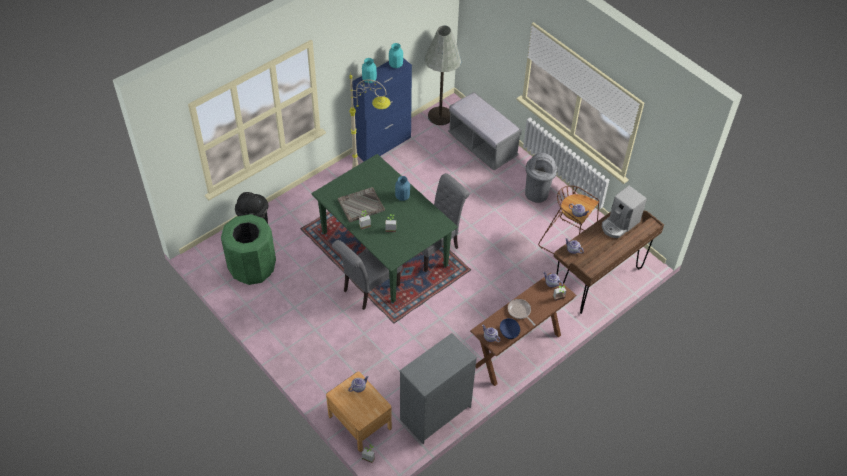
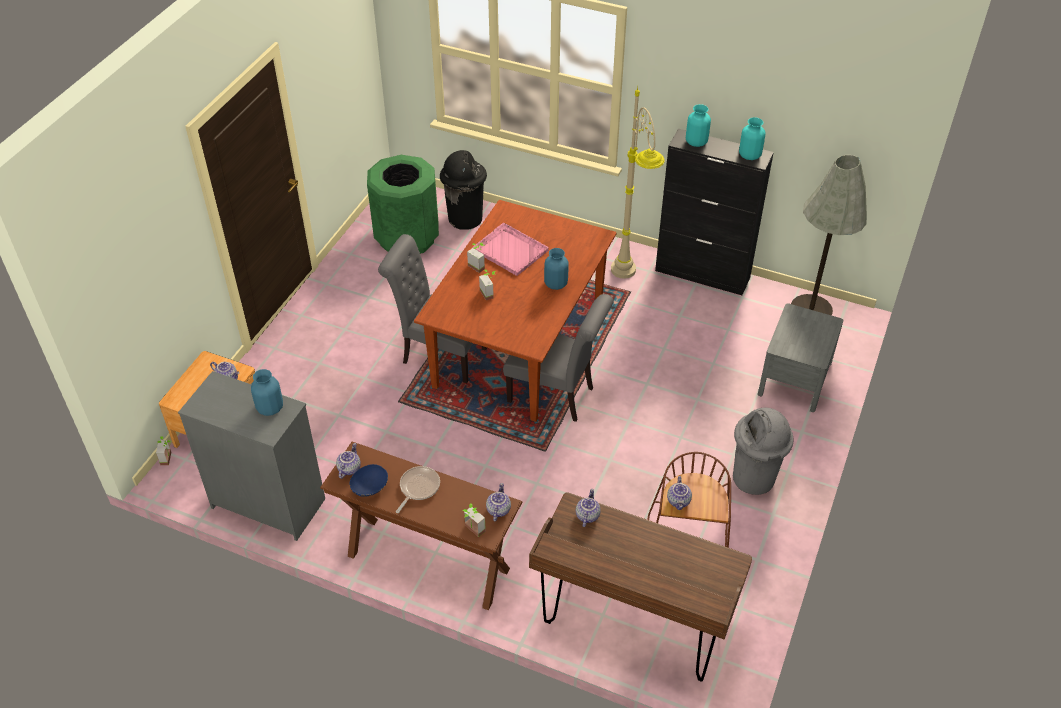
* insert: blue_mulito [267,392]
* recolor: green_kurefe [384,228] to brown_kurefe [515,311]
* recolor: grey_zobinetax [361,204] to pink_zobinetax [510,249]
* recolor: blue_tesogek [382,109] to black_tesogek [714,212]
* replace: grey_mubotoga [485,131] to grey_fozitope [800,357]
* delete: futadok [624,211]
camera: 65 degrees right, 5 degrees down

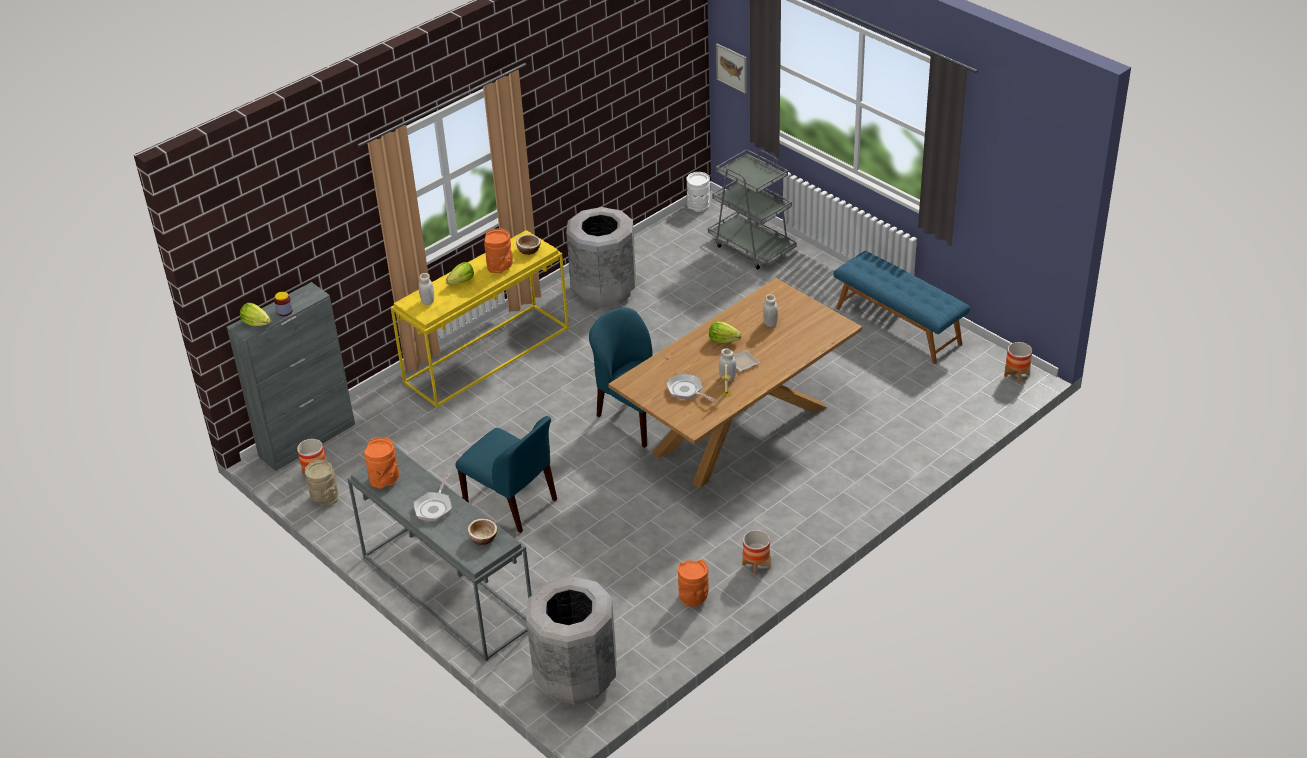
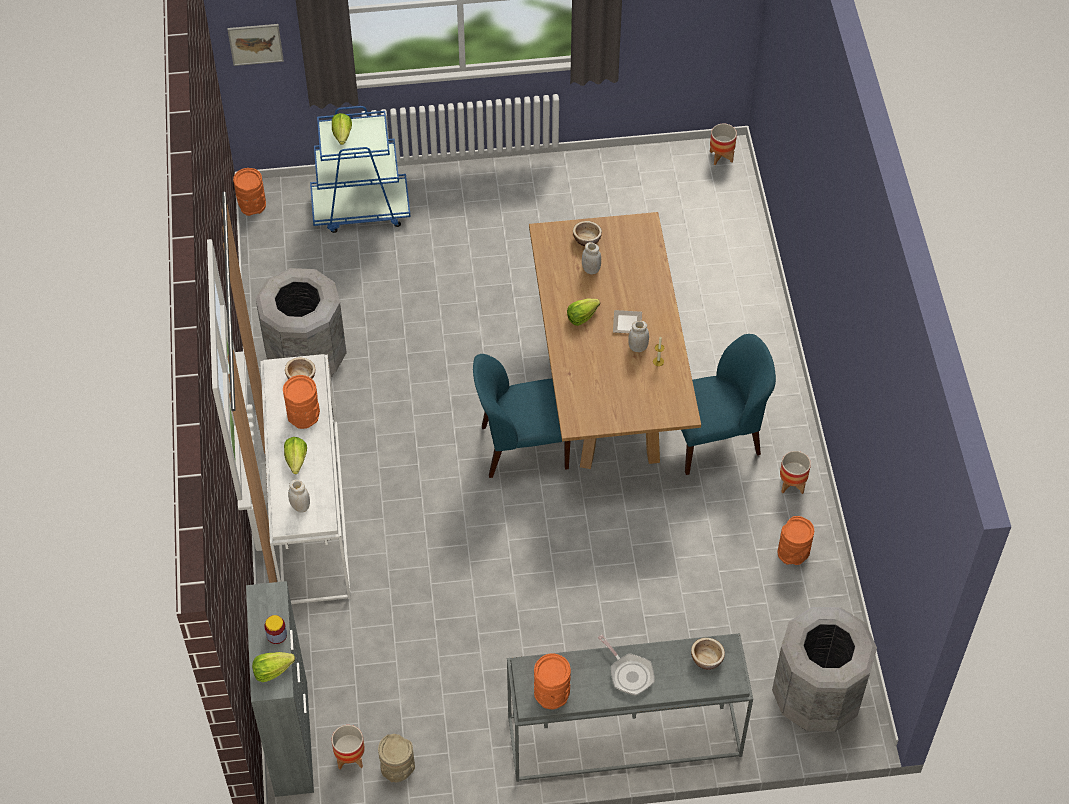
* recolor: white_mulito [698,192] to orange_mulito [249,192]
* recolor: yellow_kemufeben [479,319] to white_kemufeben [305,479]
* recolor: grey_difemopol [752,209] to blue_difemopol [360,169]
* insert: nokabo [342,129]
* insert: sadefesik [587,233]
* move: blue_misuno [506,474] to [728,404]
* delete: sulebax [691,388]
* delete: blue_mubotoga [901,307]
camera: 55 degrees left, 15 degrees up

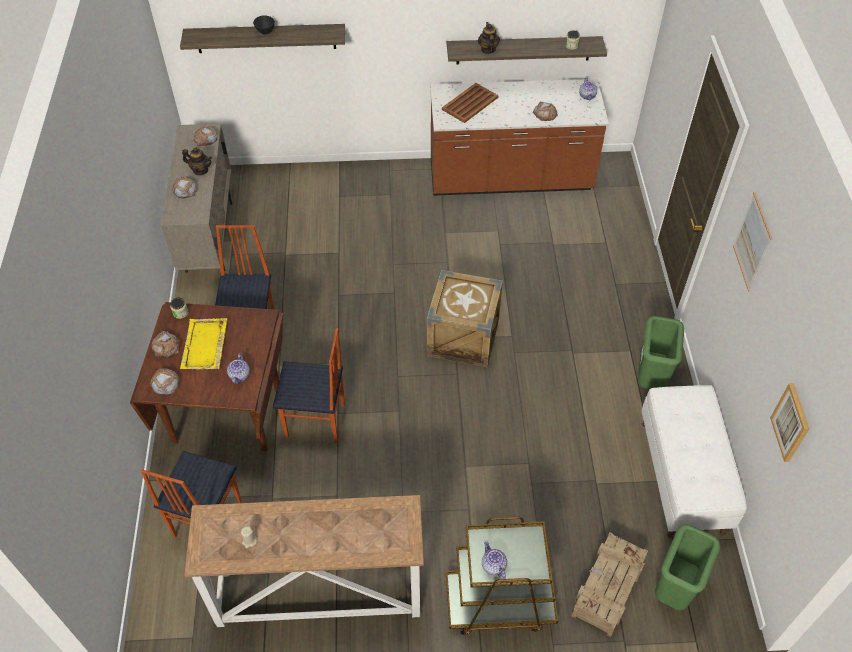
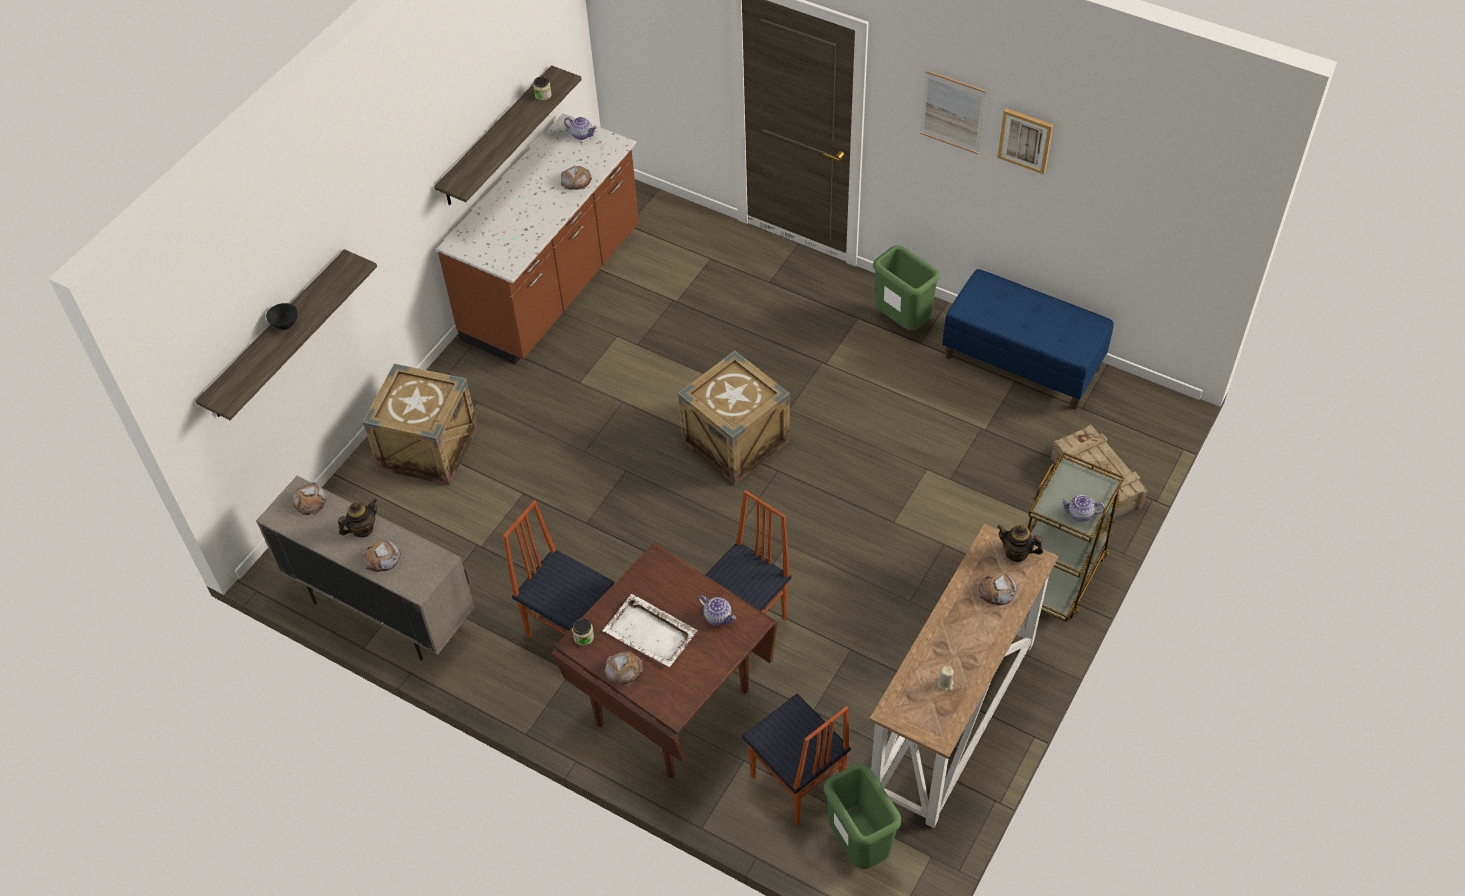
* insert: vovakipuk [420,424]
* recolor: yellow_zobinetax [203,343] to white_zobinetax [650,630]
* move: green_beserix [687,567] to [863,816]
* recolor: white_mubotoga [694,461] to blue_mubotoga [1028,339]
* move: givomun [164,381] to [998,588]
* move: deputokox [790,422] to [1025,141]
* move: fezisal [489,38] to [1020,543]
* delete: brown_zobinetax [470,103]
camera: 55 degrees left, 0 degrees up

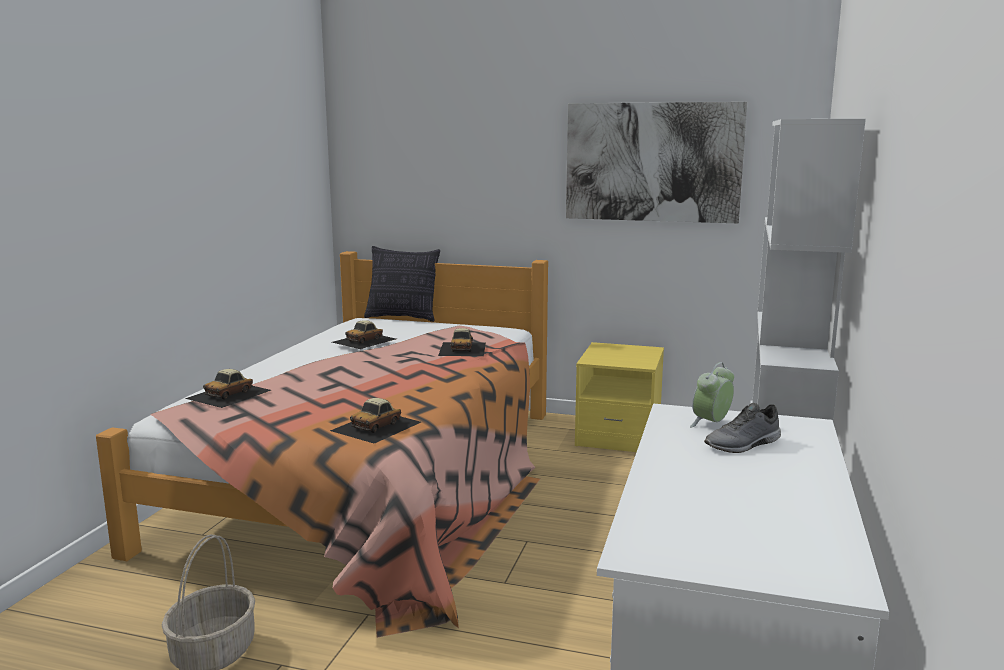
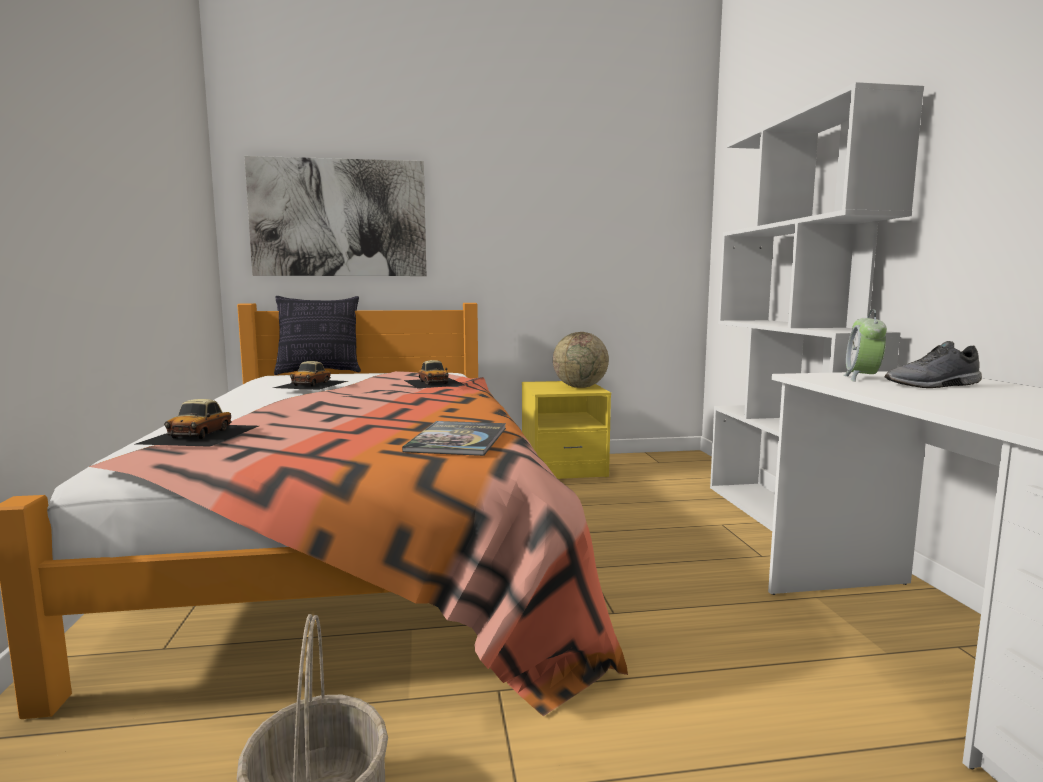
* move: deputokox [656,162] to [335,216]
* replace: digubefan [375,421] to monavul [454,438]
* insert: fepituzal [581,360]
* rotate: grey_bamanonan [742,428] = [933,364] 45 degrees clockwise
camera: 25 degrees left, 5 degrees down

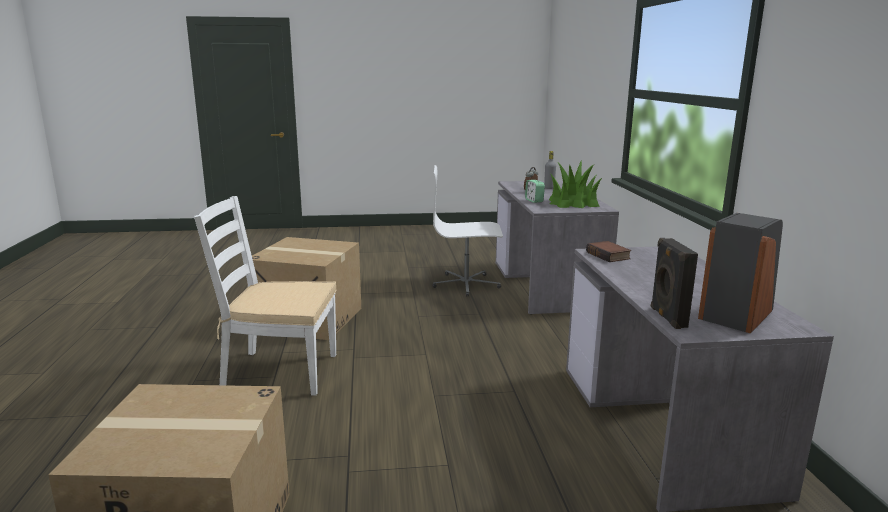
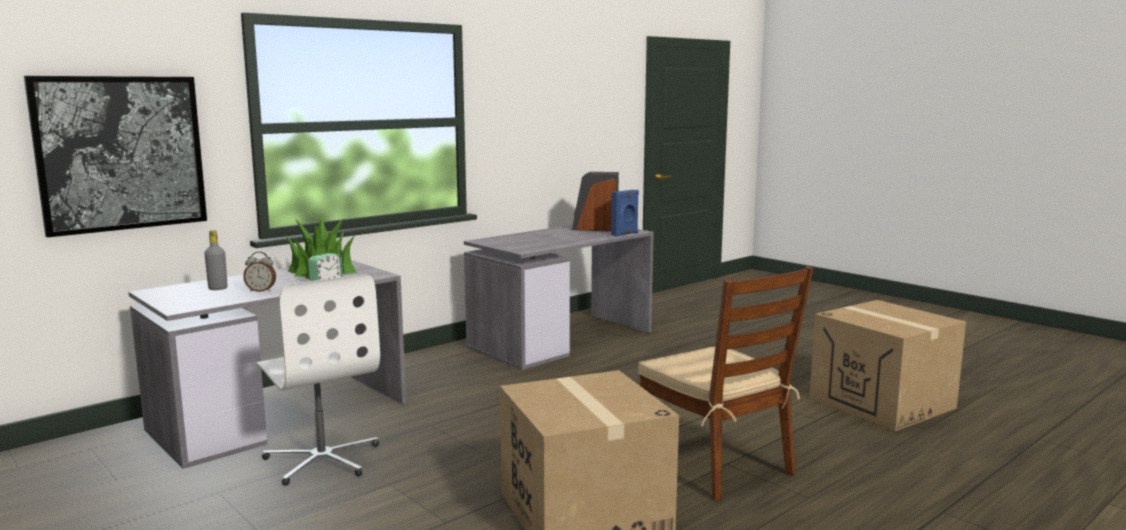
* insert: deputokox [115,157]
* recolor: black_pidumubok [674,283] to blue_pidumubok [625,213]
* recolor: white_misuno [265,296] to brown_misuno [725,383]
* delete: monavul [608,251]
camera: 125 degrees left, 5 degrees down

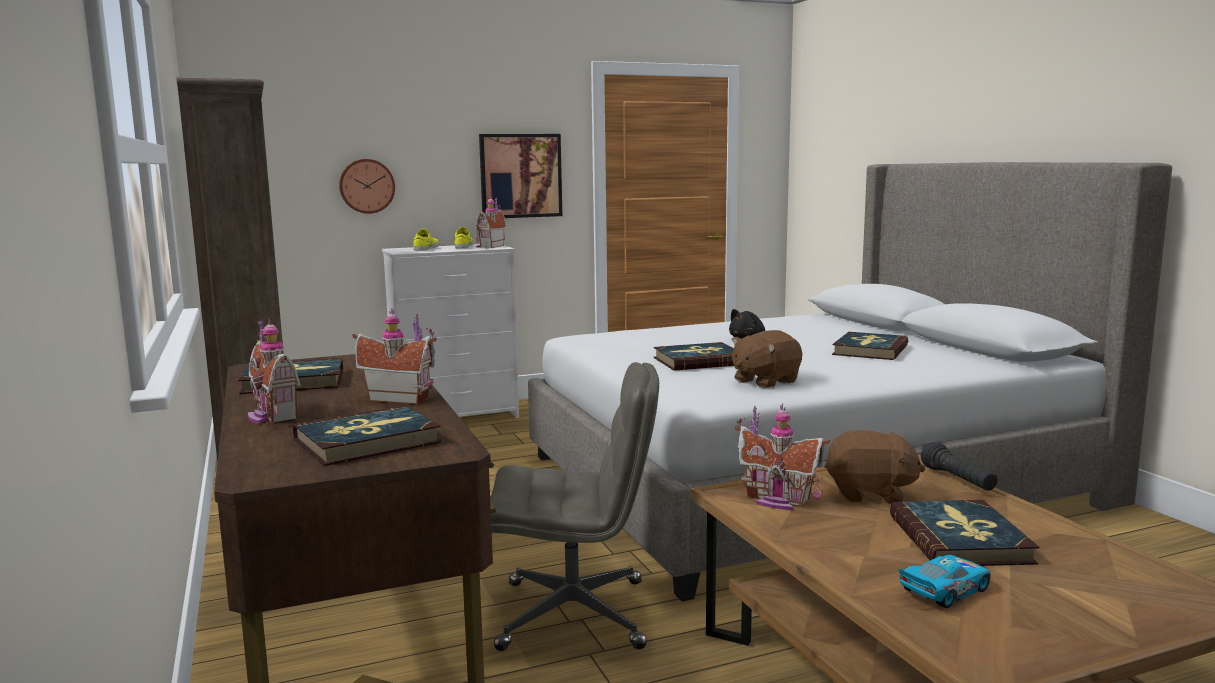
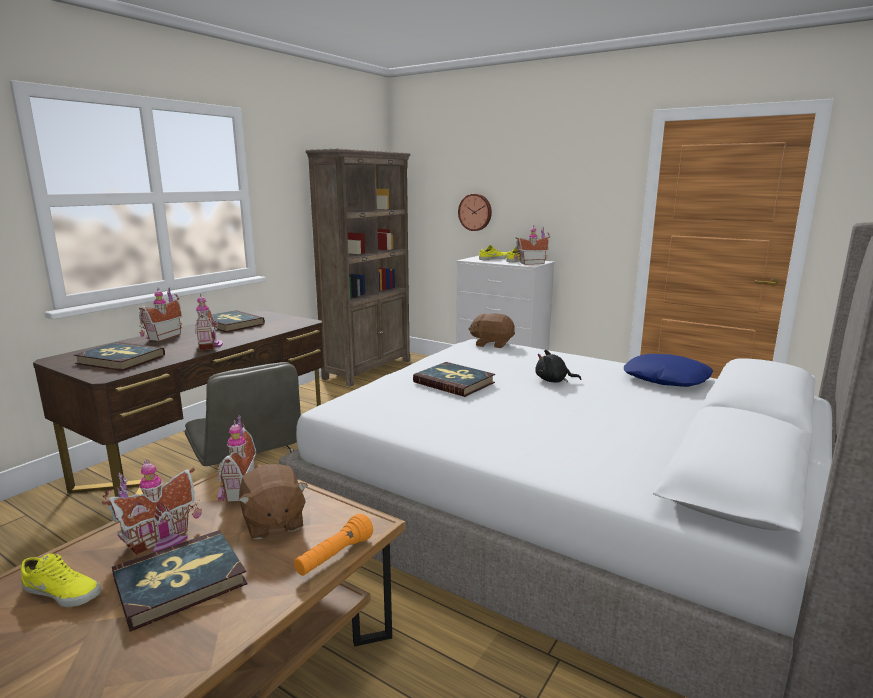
* replace: digubefan [945,581] to yellow_bamanonan [61,580]
* insert: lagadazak [152,507]
* recolor: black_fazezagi [959,466] to orange_fazezagi [333,545]
* move: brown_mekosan [766,359] to [491,330]
* insert: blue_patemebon [668,370]
* delete: deputokox [520,176]
* delete: monavul [870,346]
camera: 55 degrees right, 5 degrees up

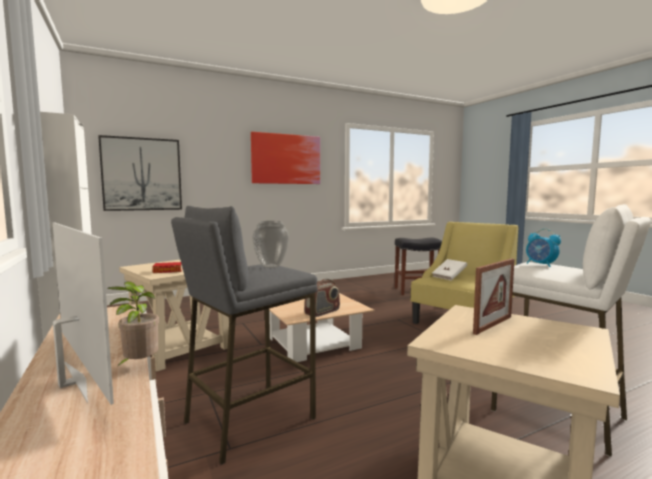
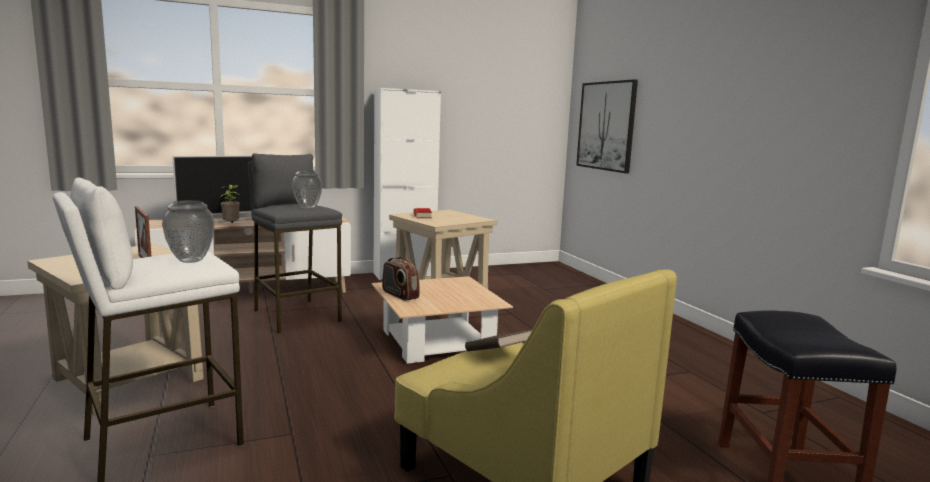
* replace: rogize [543,248] to mulito [188,231]
* recolor: white_monavul [449,270] to brown_monavul [499,340]
* delete: deputokox [285,158]
camera: 95 degrees right, 5 degrees up

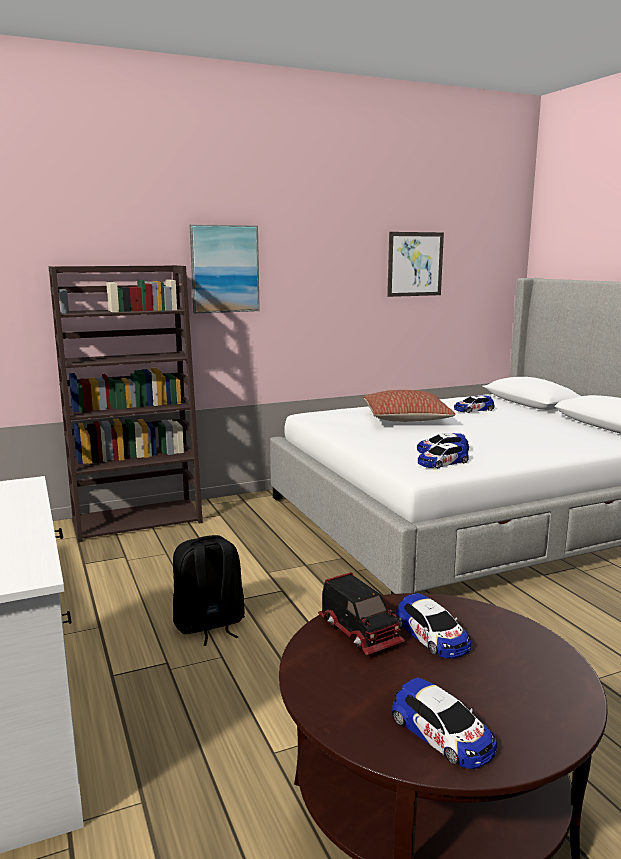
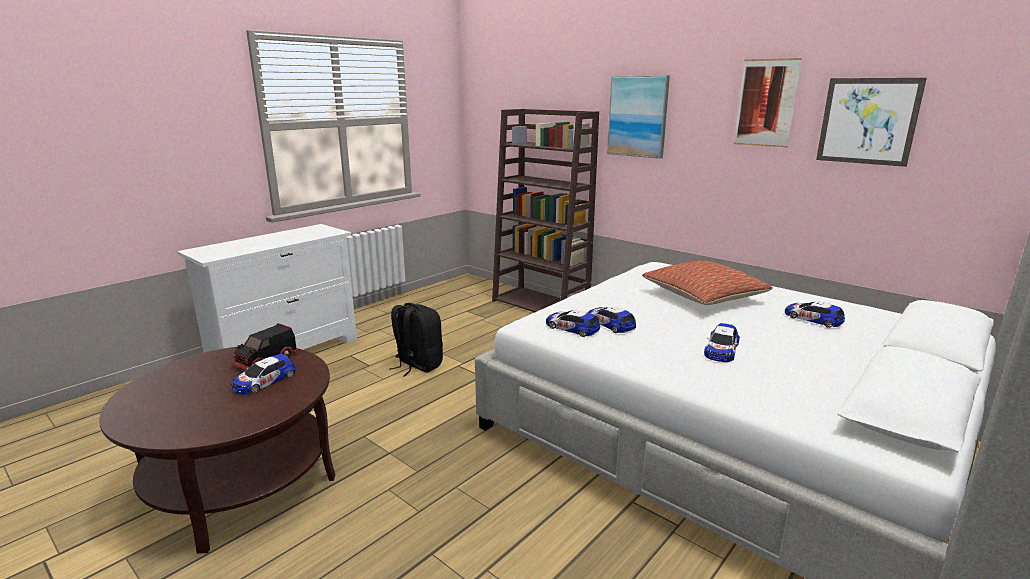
* move: digubefan [444,723] to [722,342]
* insert: deputokox [768,103]
camera: 65 degrees right, 5 degrees up

